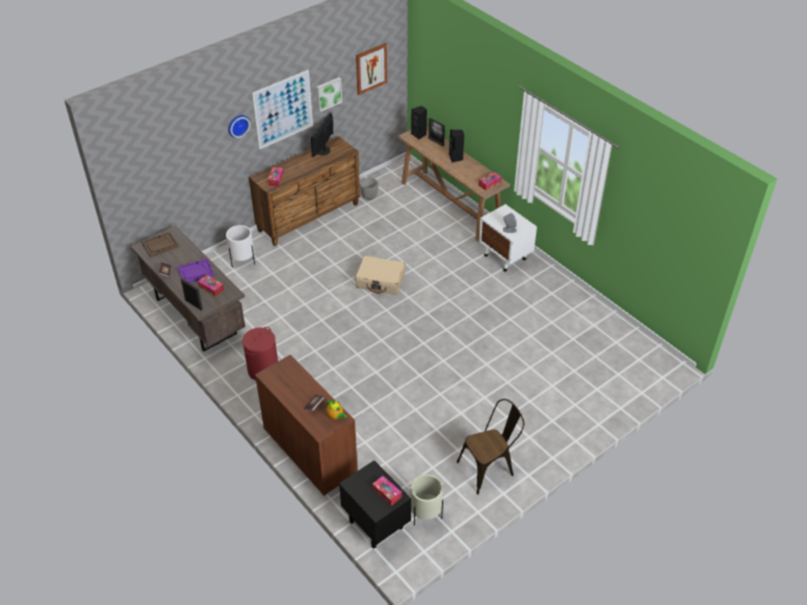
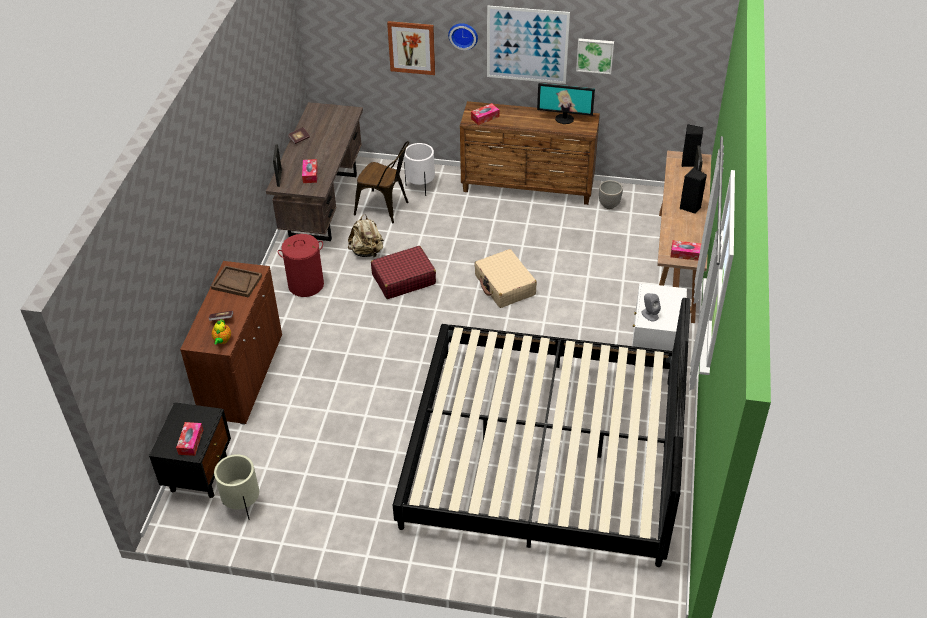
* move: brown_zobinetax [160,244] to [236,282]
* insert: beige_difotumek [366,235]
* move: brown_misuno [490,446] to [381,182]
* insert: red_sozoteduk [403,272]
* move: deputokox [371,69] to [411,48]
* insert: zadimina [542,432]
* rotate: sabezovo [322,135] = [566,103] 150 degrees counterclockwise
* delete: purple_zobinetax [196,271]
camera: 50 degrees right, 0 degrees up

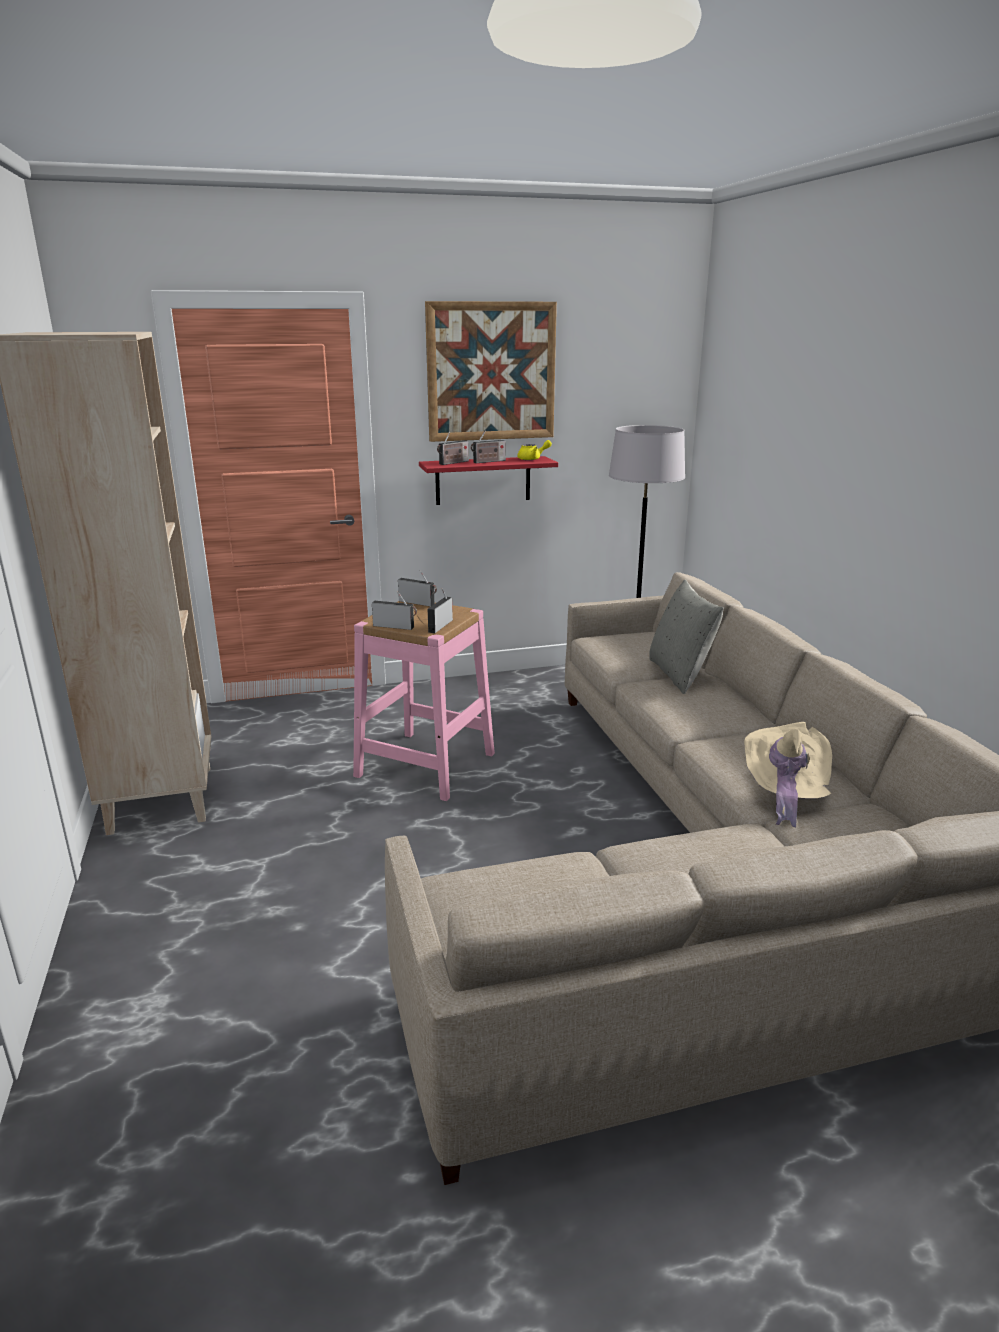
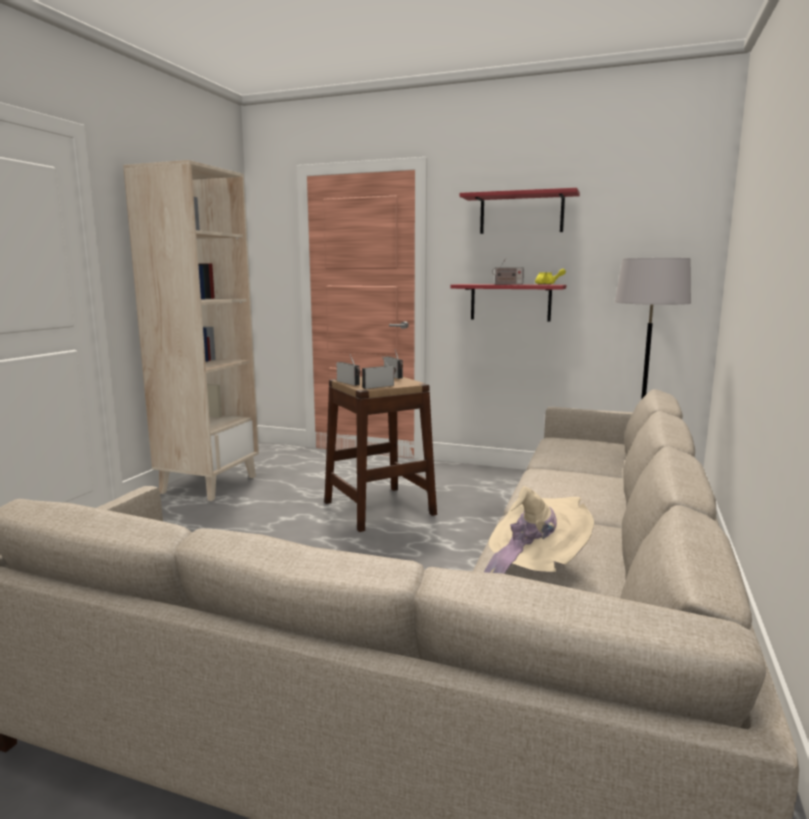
* recolor: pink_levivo [424,701] to brown_levivo [380,454]
* replace: deputokox [491,371] to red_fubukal [519,211]
* delete: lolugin [453,448]
* delete: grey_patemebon [686,637]
camera: 35 degrees right, 10 degrees down

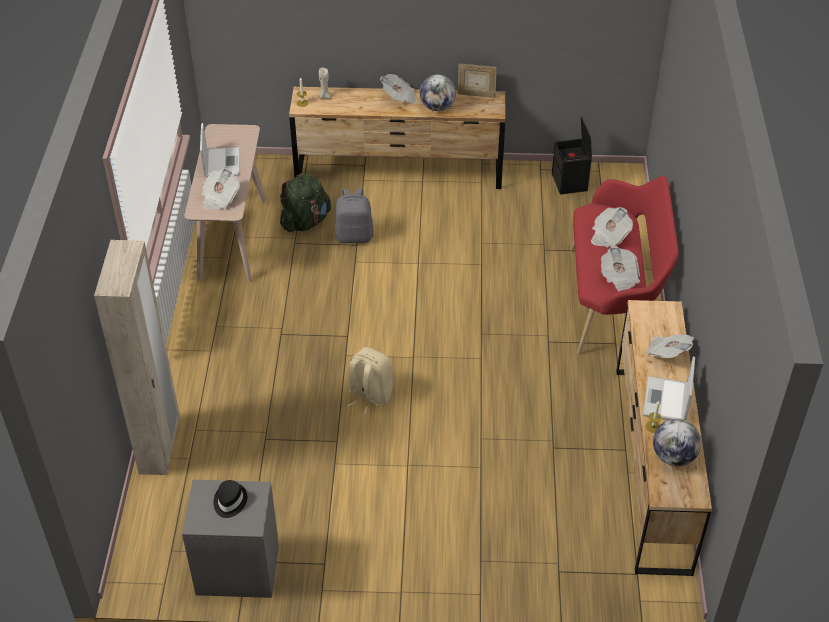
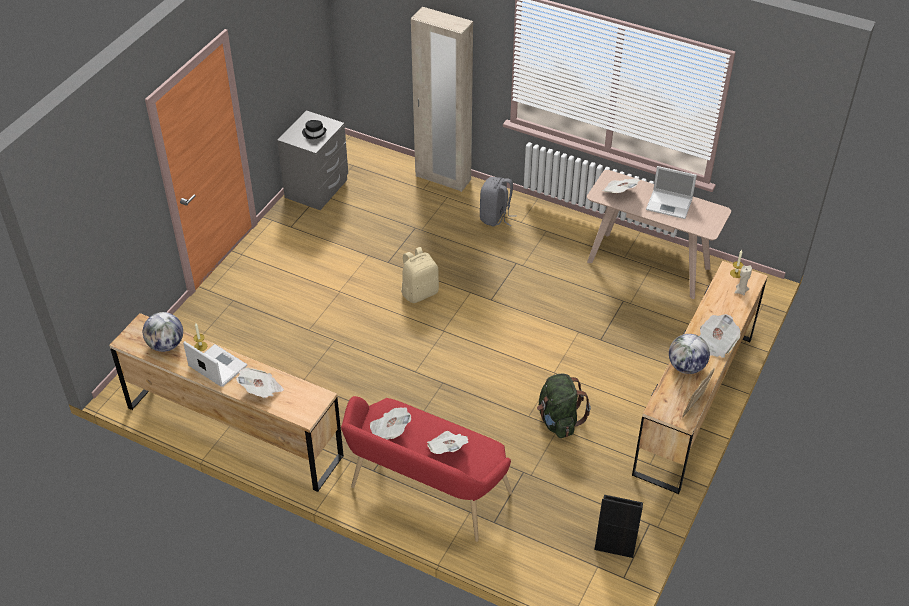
* move: grey_difotumek [354,215] to [498,202]
* move: green_difotumek [305,202] to [564,406]
camera: 115 degrees right, 0 degrees up

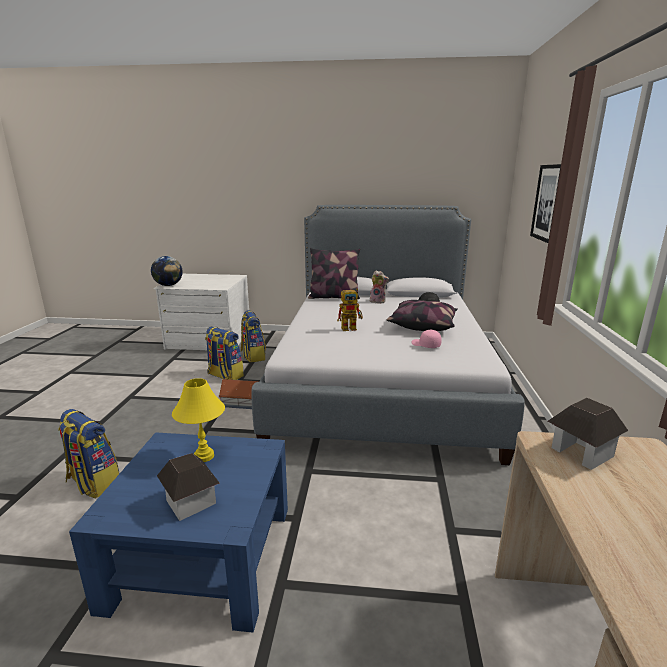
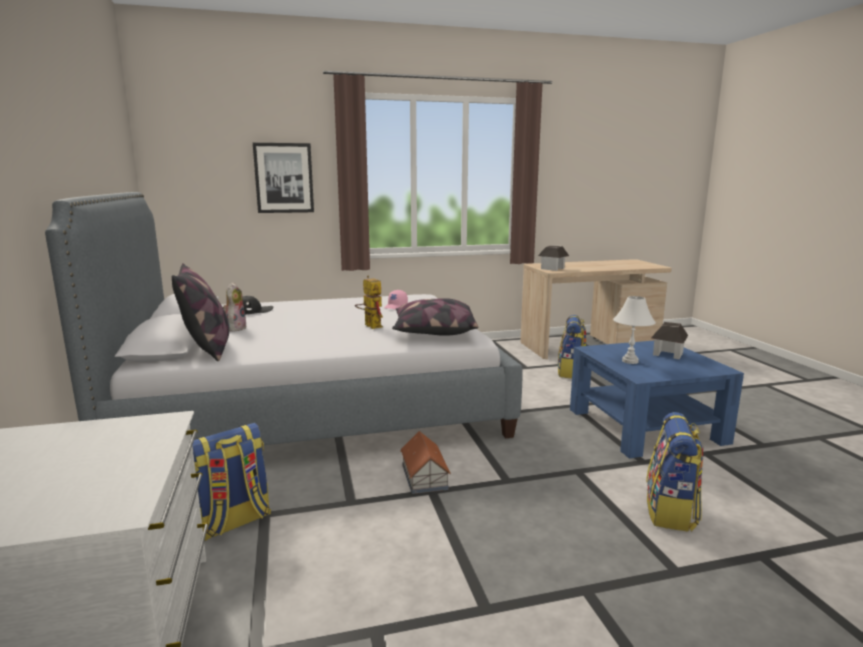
* move: patemebon [422,315] to [435,317]
* move: difotumek [224,353] to [572,346]
* recolor: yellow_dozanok [198,420] to white_dozanok [634,330]
* delete: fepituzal [167,271]
camera: 110 degrees left, 5 degrees down

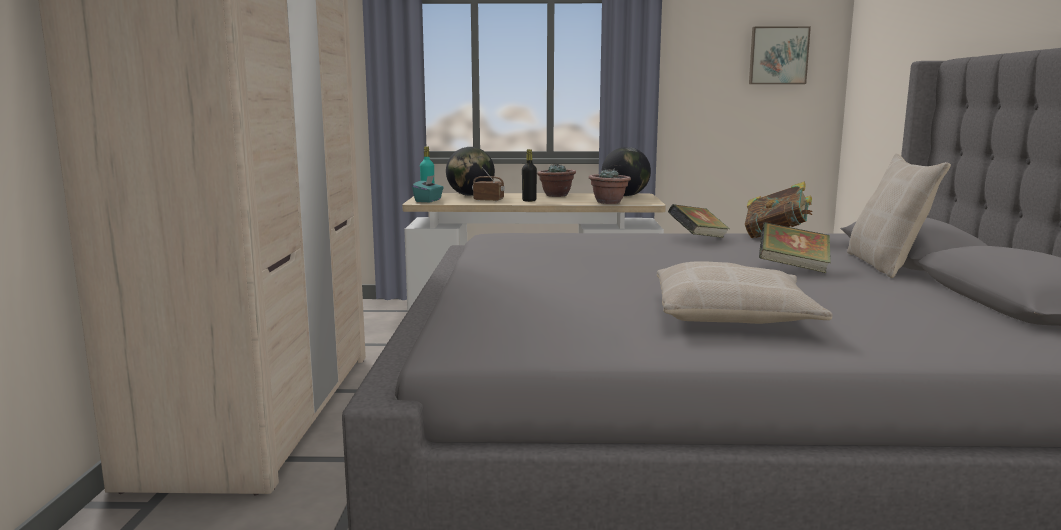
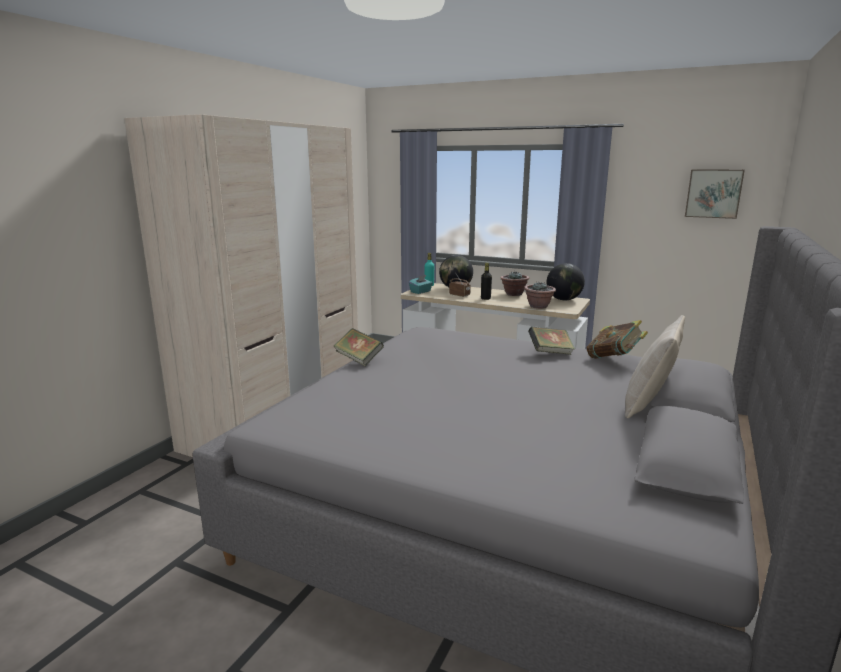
* move: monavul [795,247] to [359,347]
* delete: beige_patemebon [745,292]
camera: 25 degrees right, 5 degrees up

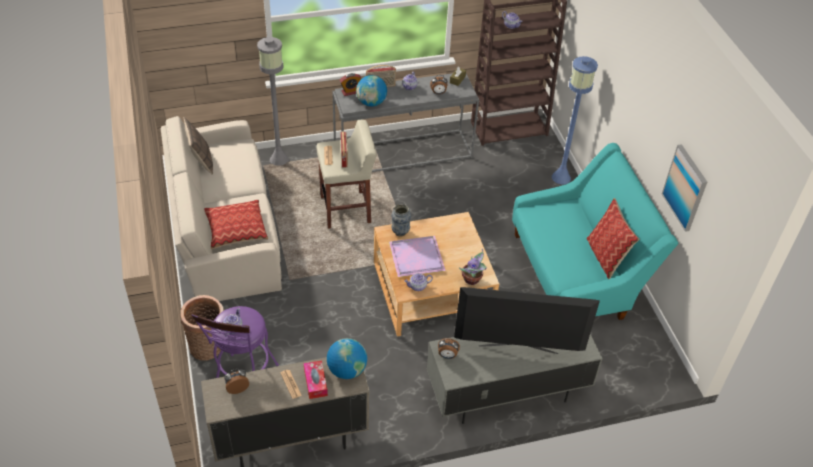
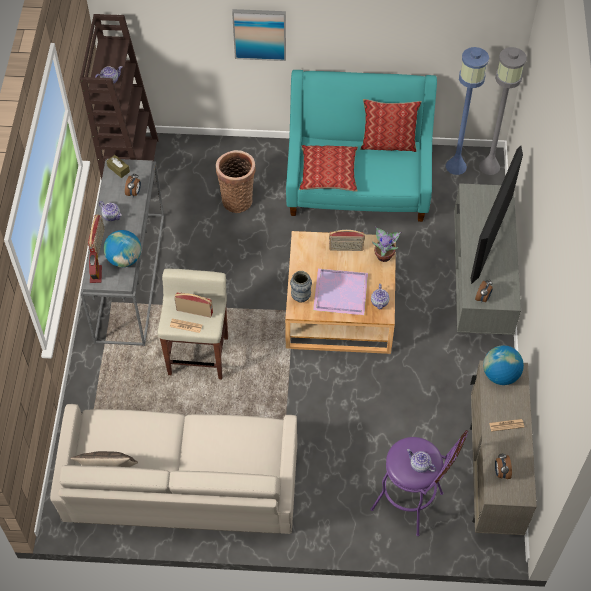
* move: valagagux [202,328] to [236,181]
* move: deputokox [684,188] to [259,35]
* move: patemebon [236,225] to [328,168]
* insert: lolugin [347,240]
* move: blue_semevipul [575,120] to [467,111]
* move: grey_semevipul [273,101] to [502,111]
* delete: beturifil [316,379]
camera: 70 degrees left, 10 degrees up

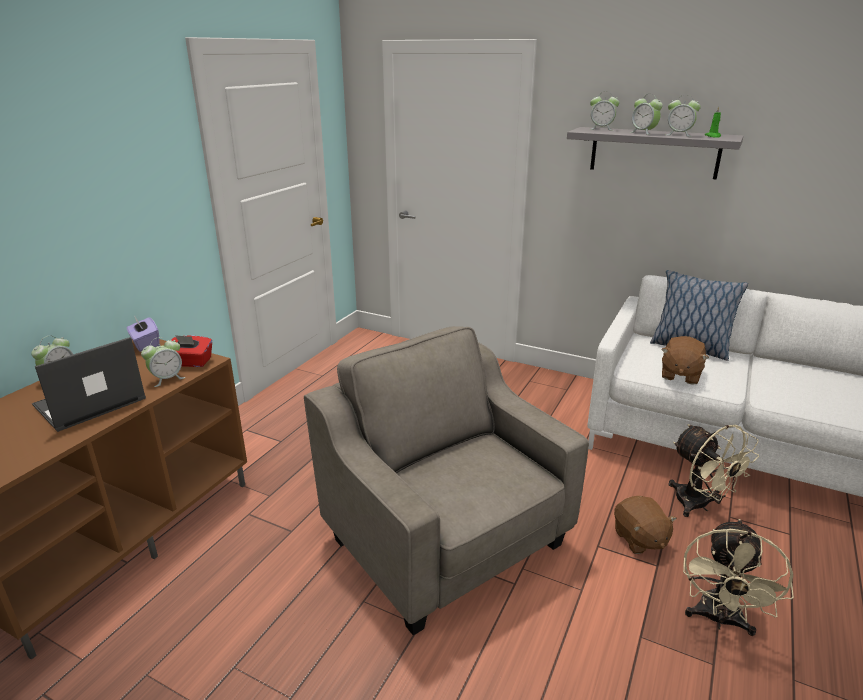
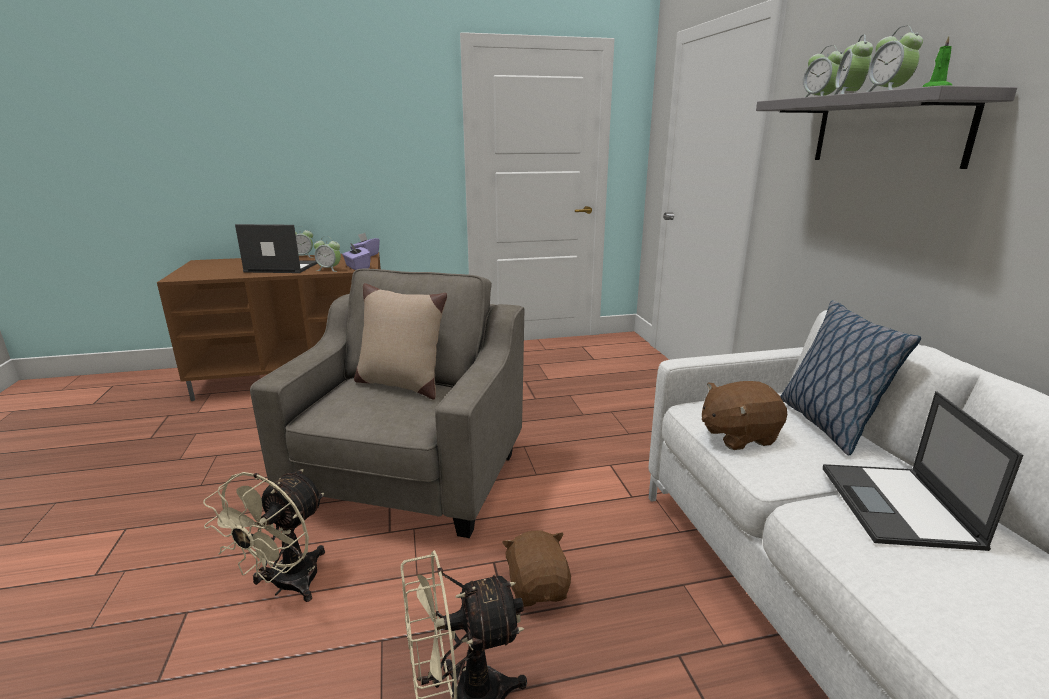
* move: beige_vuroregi [713,470] to [264,535]
* recolor: red_beturifil [191,351] to purple_beturifil [356,256]
* insert: beige_patemebon [400,341]
* rotate: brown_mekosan [645,525] = [536,569] 135 degrees clockwise
* insert: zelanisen [923,471]
camera: 50 degrees right, 5 degrees down

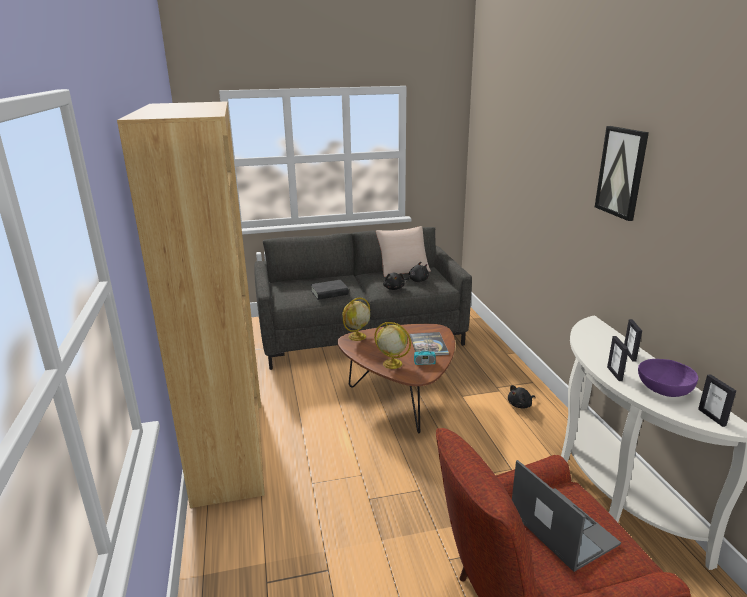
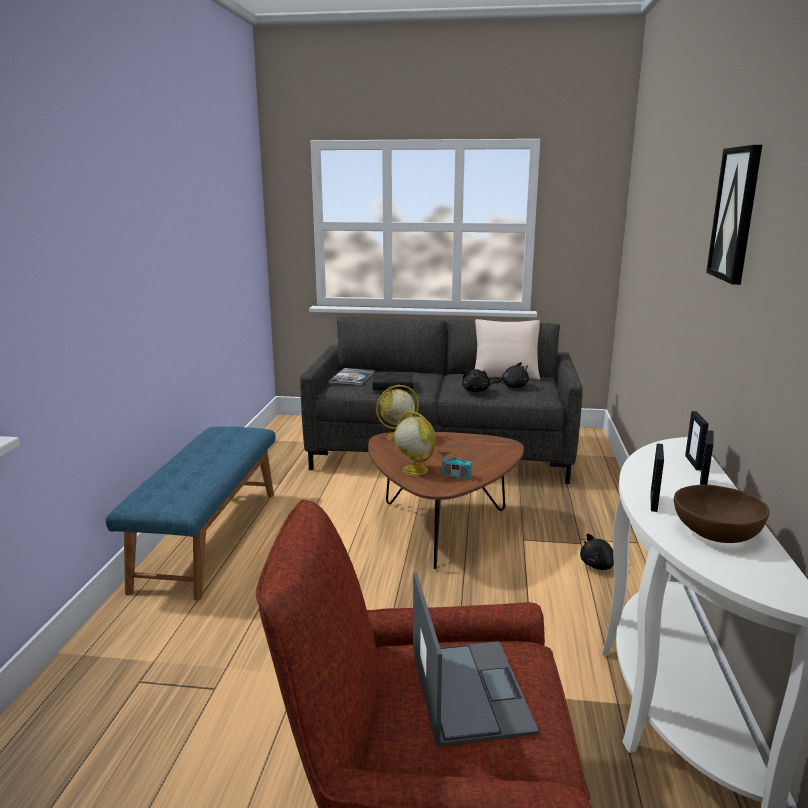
* replace: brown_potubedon [191,304] to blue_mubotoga [190,513]
* move: monavul [429,344] to [352,377]
* recolor: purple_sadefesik [668,378] to brown_sadefesik [721,514]
* move: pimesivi [717,400] to [697,440]
camera: 20 degrees right, 5 degrees down

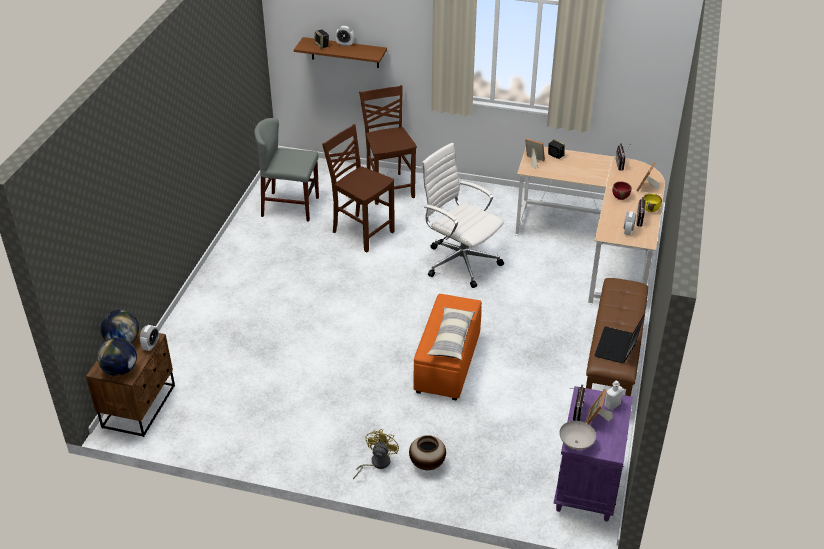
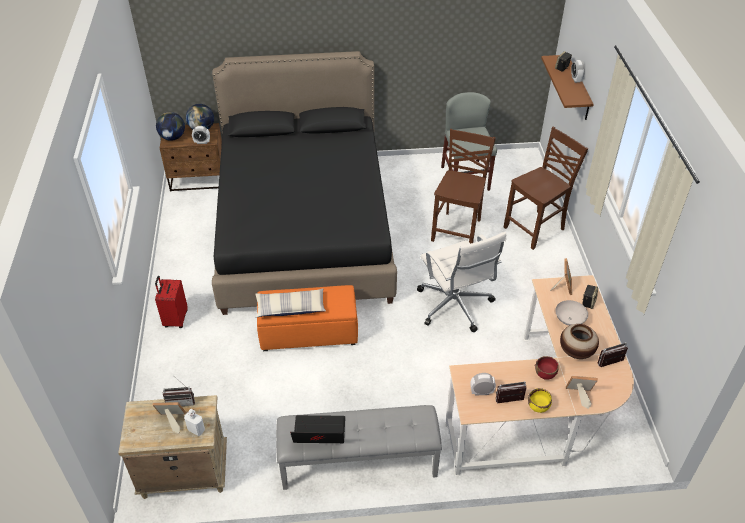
* recolor: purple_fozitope [593,454] to beige_fozitope [172,447]
* replace: yellow_vuroregi [376,454] to red_sozoteduk [171,302]
* insert: black_zadimina [304,183]
* recolor: brown_mubotoga [617,337] to grey_mubotoga [359,447]
* rotate: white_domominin [462,215] = [462,282] 135 degrees clockwise
* move: white_sadefesik [577,435] to [571,313]
* move: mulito [427,452] to [579,341]
camera: 70 degrees right, 5 degrees up

